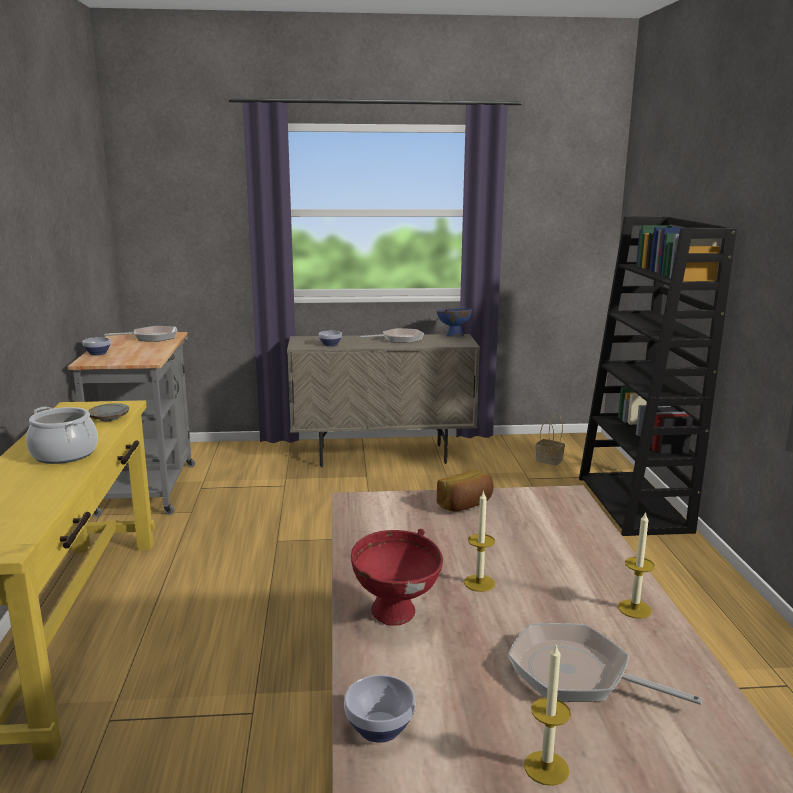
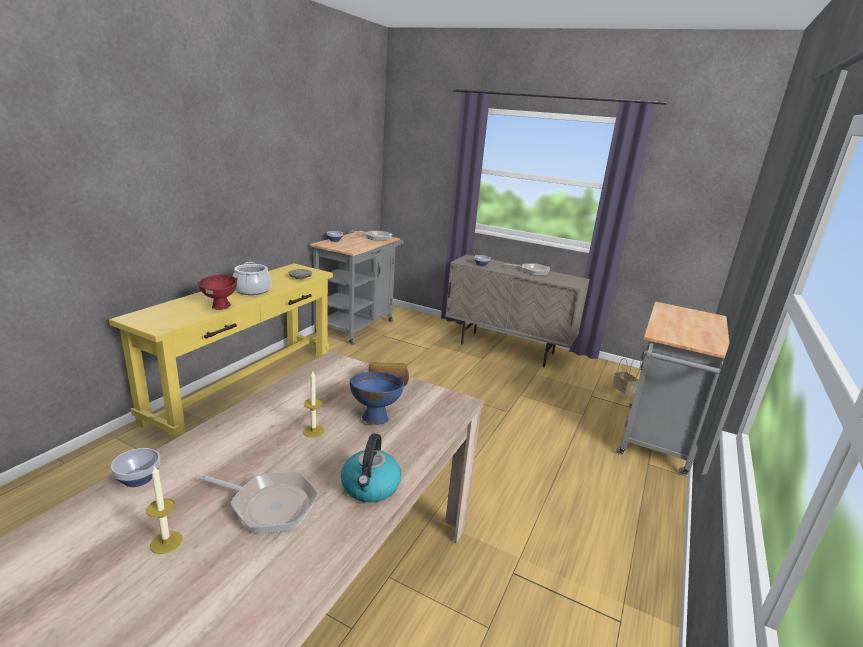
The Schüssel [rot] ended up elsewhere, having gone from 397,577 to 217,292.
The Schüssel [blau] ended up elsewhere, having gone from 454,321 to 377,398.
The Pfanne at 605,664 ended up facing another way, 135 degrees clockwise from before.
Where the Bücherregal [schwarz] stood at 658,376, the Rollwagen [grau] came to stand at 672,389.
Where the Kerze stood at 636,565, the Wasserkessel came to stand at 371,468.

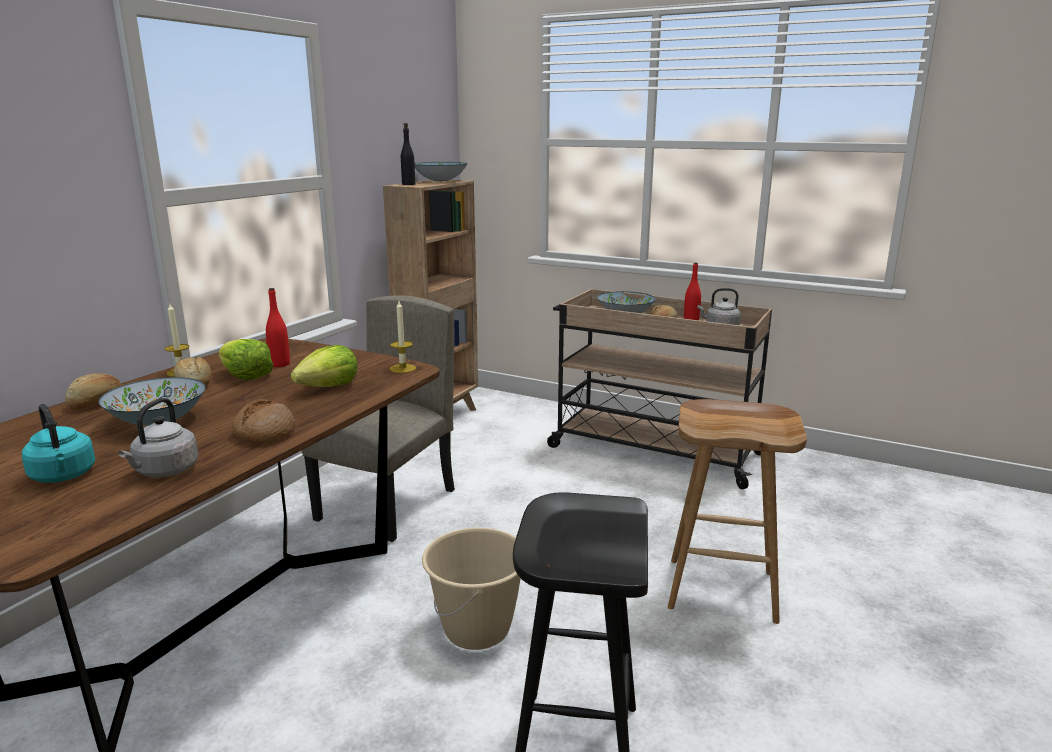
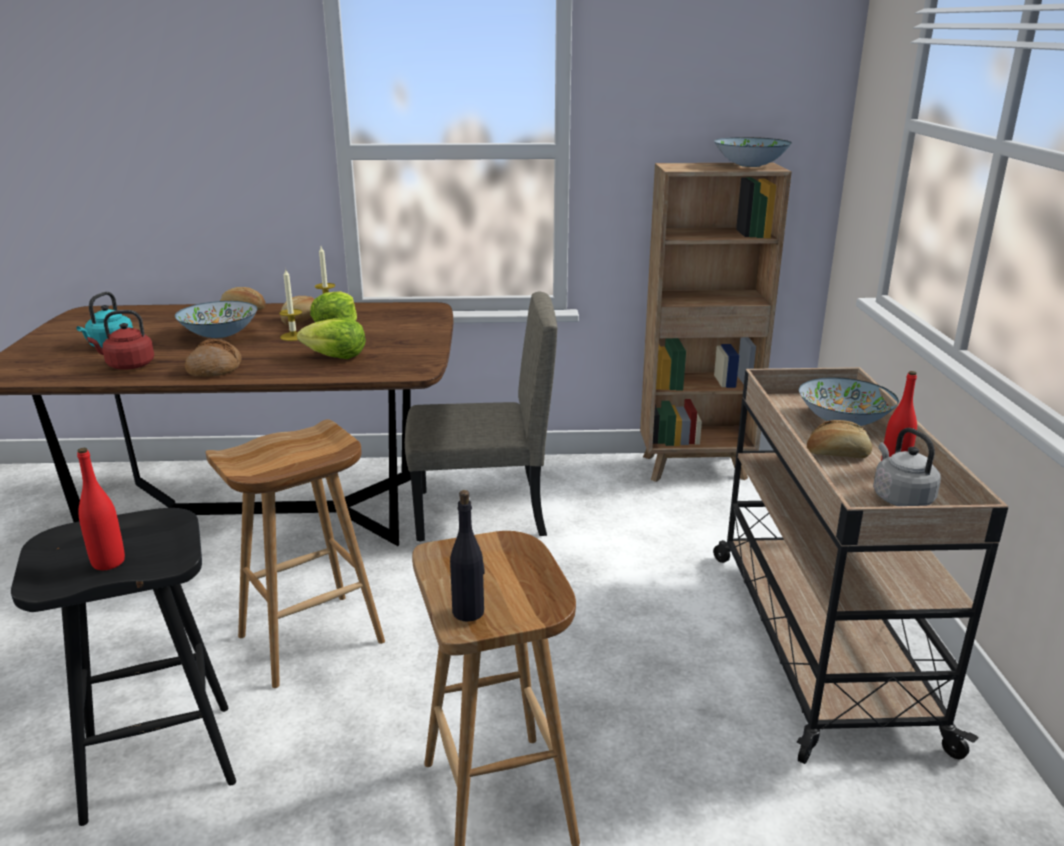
What was the Wasserkessel [grau] at 158,437 turned into the Wasserkessel [rot] at 120,340.
The Flasche [rot] ended up elsewhere, having gone from 278,327 to 101,509.
The Kerze ended up elsewhere, having gone from 403,337 to 290,304.
The Flasche [schwarz] ended up elsewhere, having gone from 408,154 to 467,556.
Where the Eimer [beige] stood at 471,589, the Hocker [braun] came to stand at 295,553.

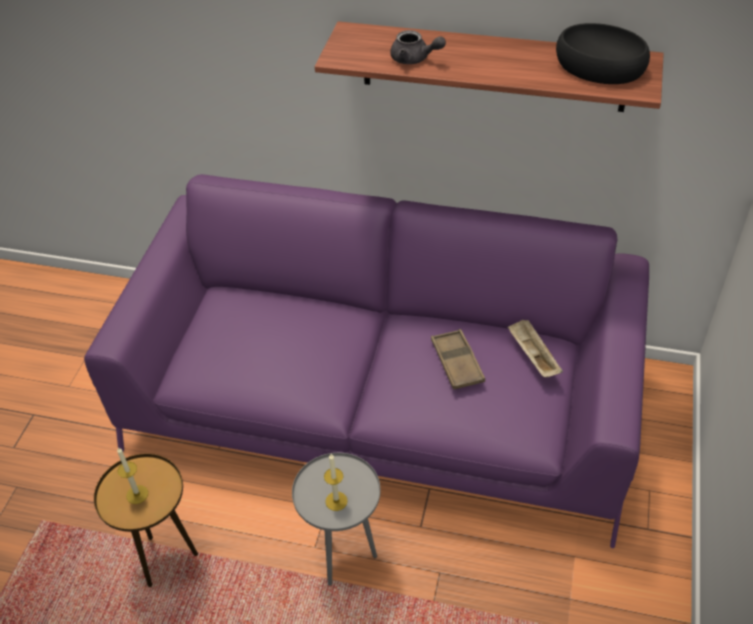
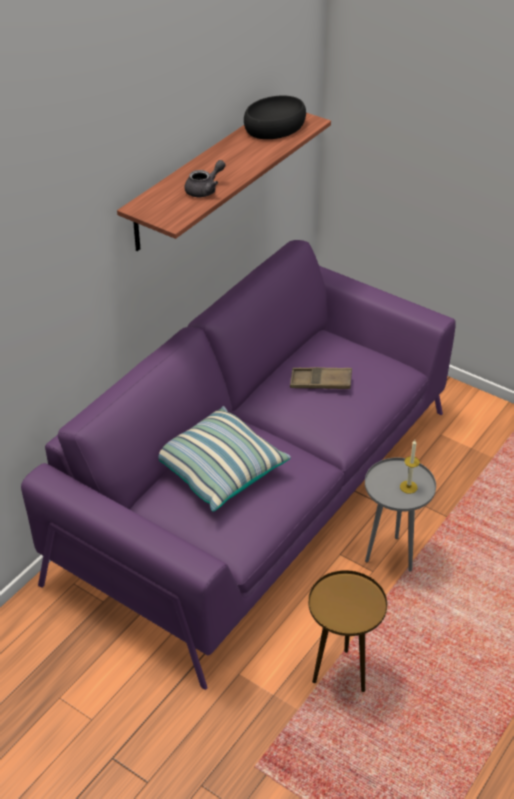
The second view lost the Kerze at 132,476.
The second view lost the Tablett [beige] at 535,348.
The second view gained the Kissen at 224,458.

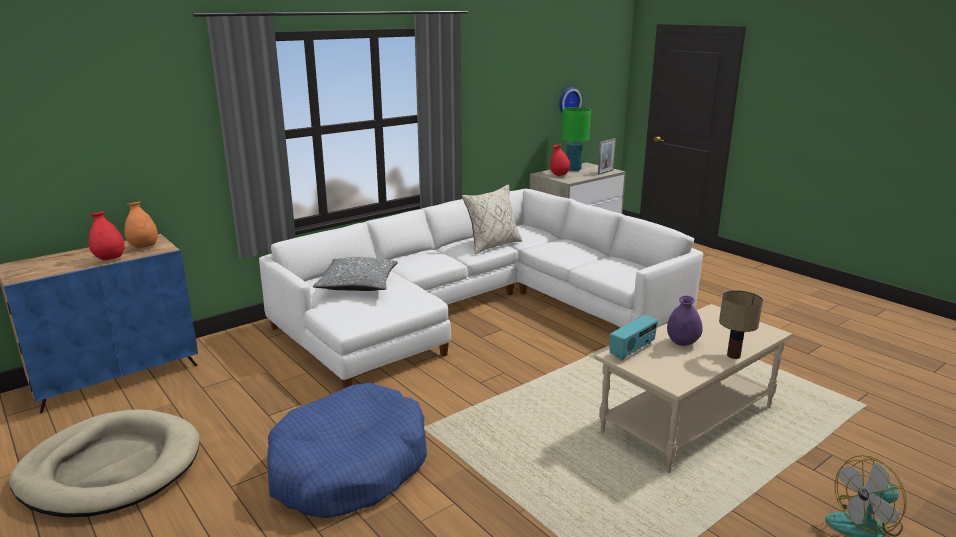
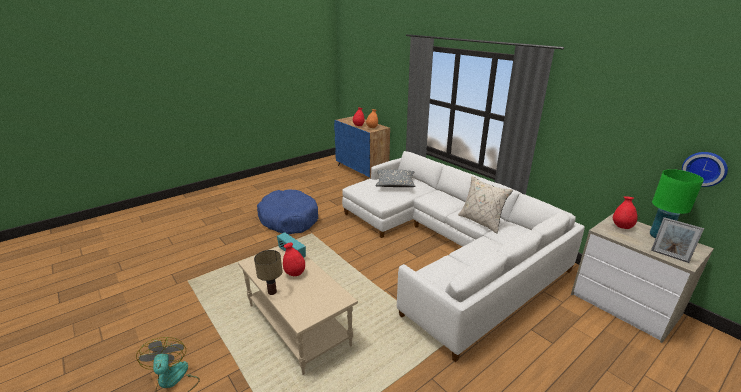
The second view lost the Hundebett [beige] at 104,463.
What was the Vase [lila] at 684,321 turned into the Vase [rot] at 294,259.

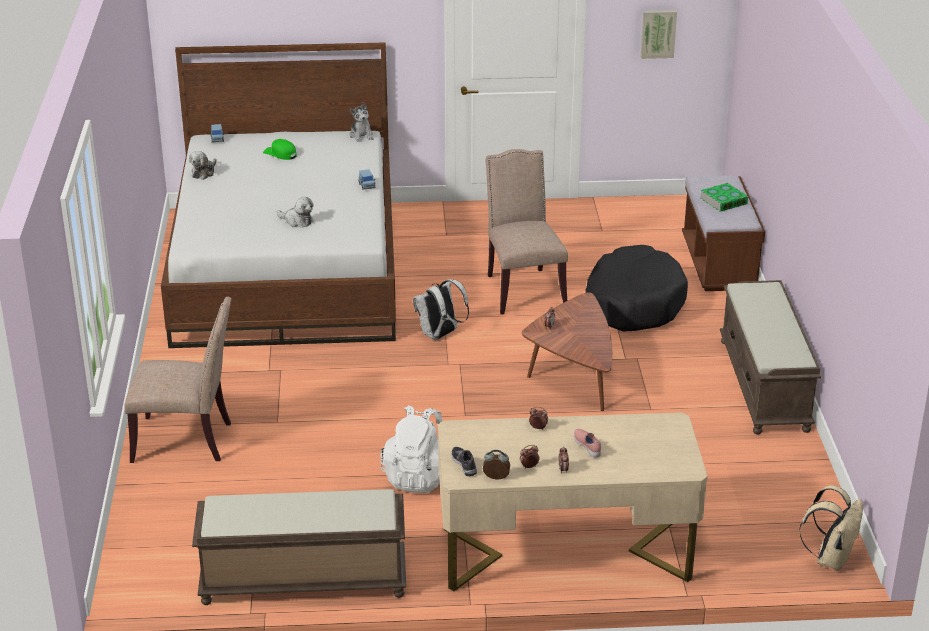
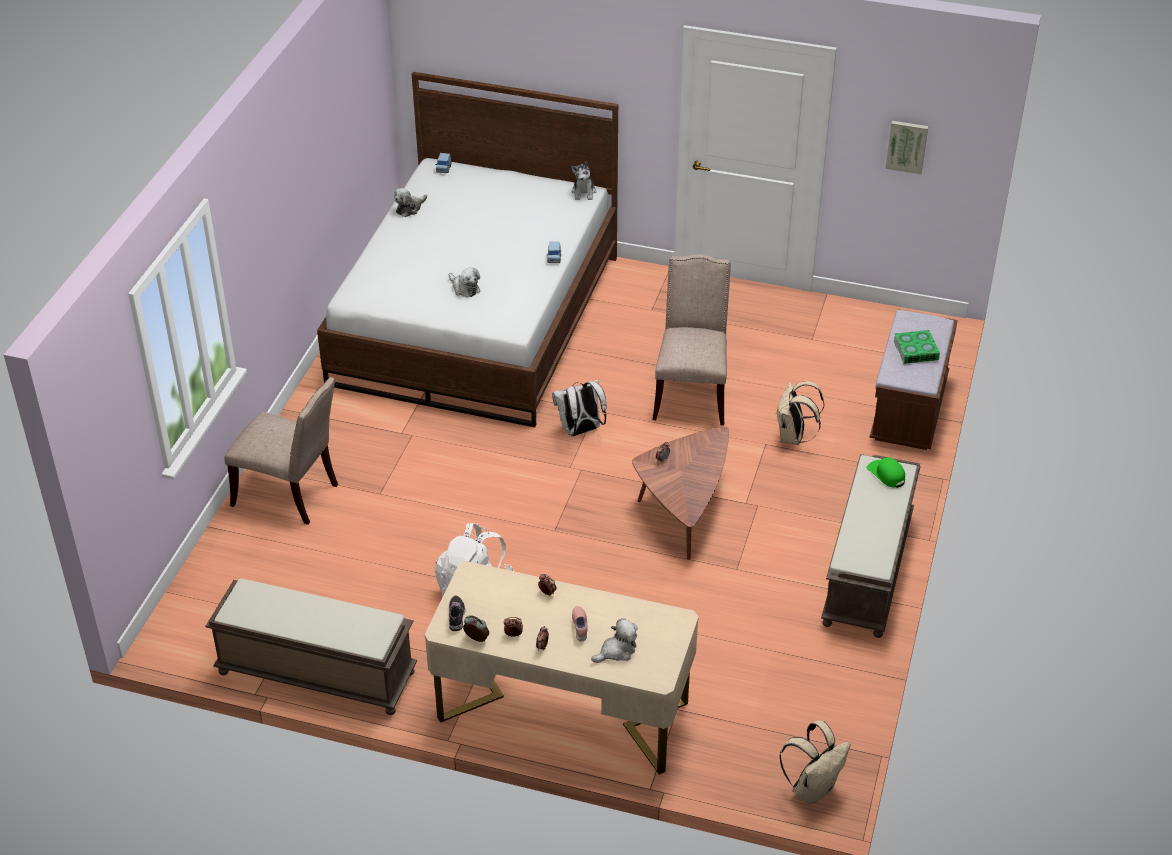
The Kappe [grün] ended up elsewhere, having gone from 280,149 to 885,472.
Where the Hundebett [schwarz] stood at 636,288, the Rucksack [beige] came to stand at 800,413.
The second view gained the Plüschtier at 614,640.

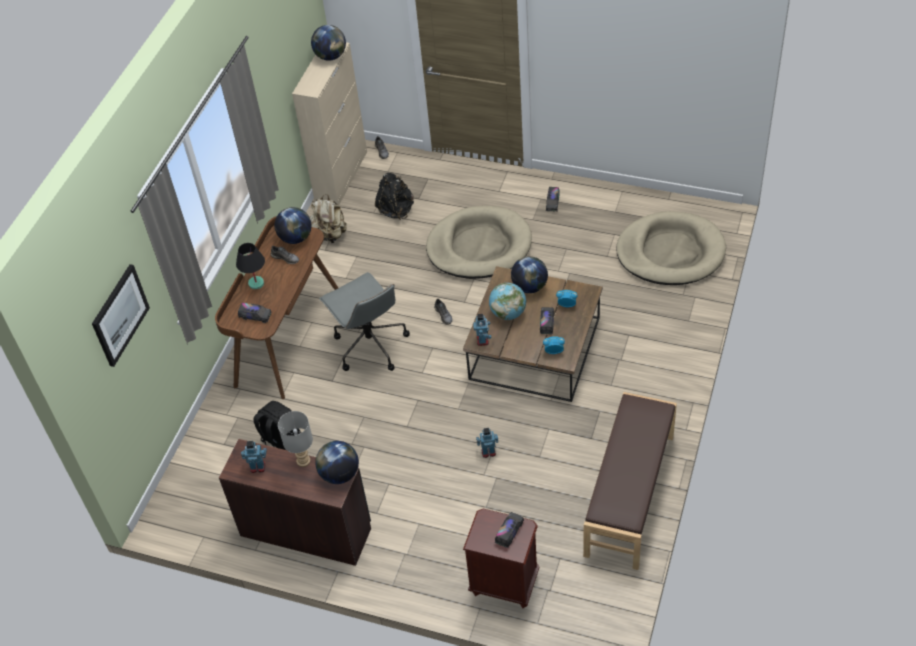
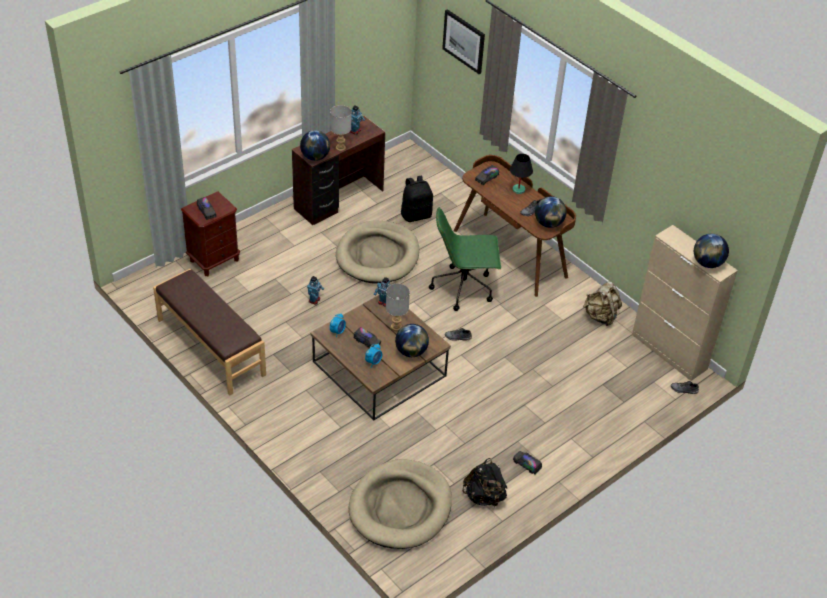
What was the Bürostuhl [grau] at 364,321 turned into the Bürostuhl [grün] at 465,259.
The Rucksack [schwarz] ended up elsewhere, having gone from 394,196 to 485,482.
The Hundebett [beige] ended up elsewhere, having gone from 479,242 to 377,251.
Where the Globus stood at 507,301, the Tischlampe [grau] came to stand at 398,307.

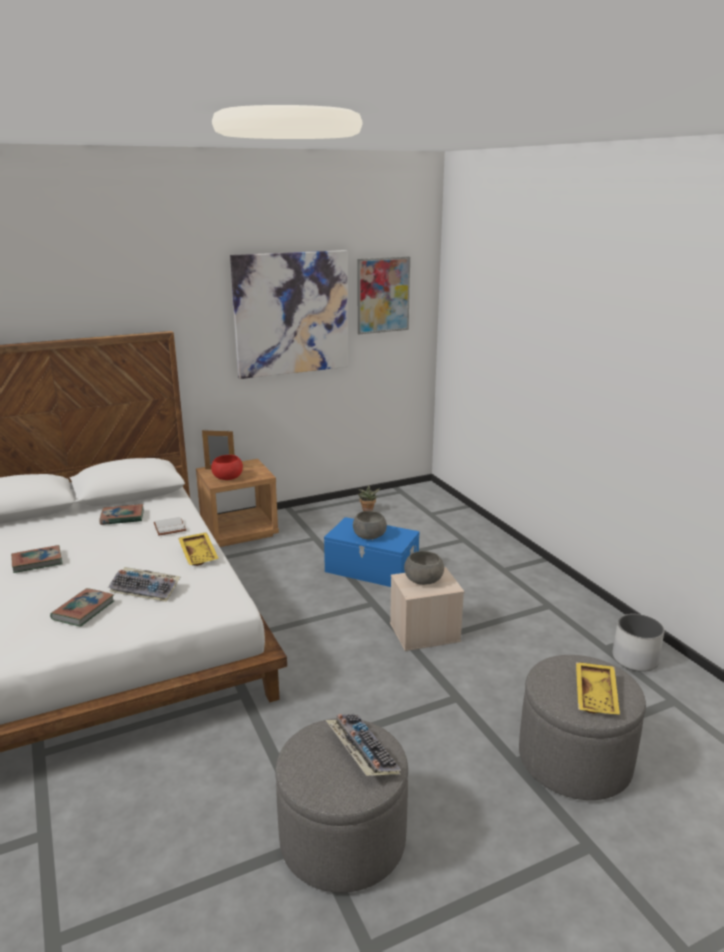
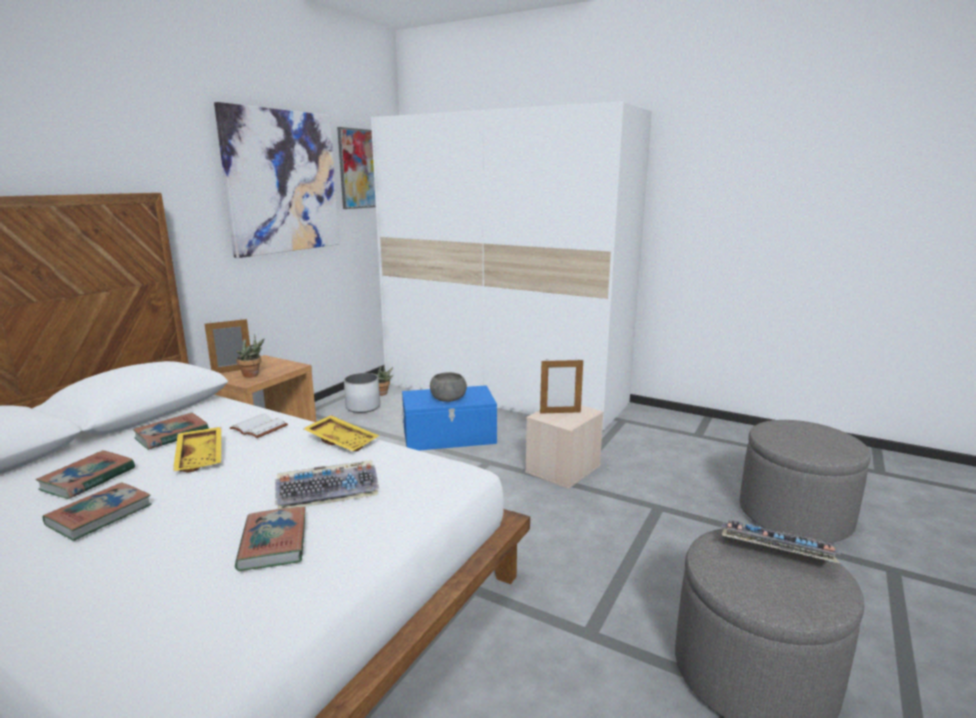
Where the Schüssel [rot] stood at 227,467, the Topfpflanze came to stand at 250,356.
Where the Schüssel [grau] stood at 424,568, the Bilderrahmen came to stand at 561,386.
The Tablett [gelb] ended up elsewhere, having gone from 598,688 to 197,450.
The Pflanzkübel [weiß] ended up elsewhere, having gone from 638,643 to 362,393.
The second view gained the Buch at 85,474.
The second view gained the Kleiderschrank [weiß] at 511,266.

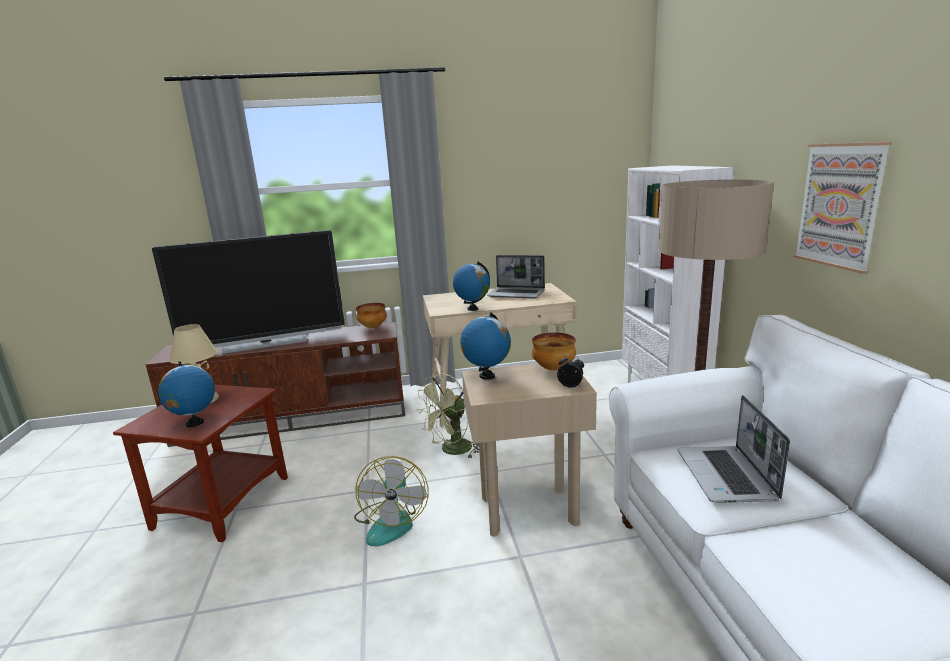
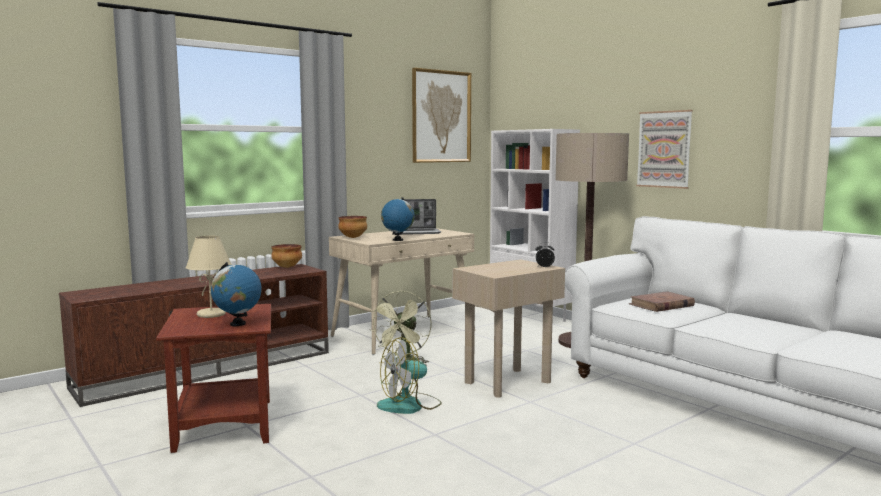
The second view lost the Fernseher at 248,292.
The Ventilator at 391,501 ended up facing another way, 90 degrees clockwise from before.
The second view lost the Globus at 485,346.
The Schüssel ended up elsewhere, having gone from 554,351 to 352,227.
Where the Laptop stood at 733,449, the Buch [braun] came to stand at 662,301.
The second view gained the Bild at 441,115.

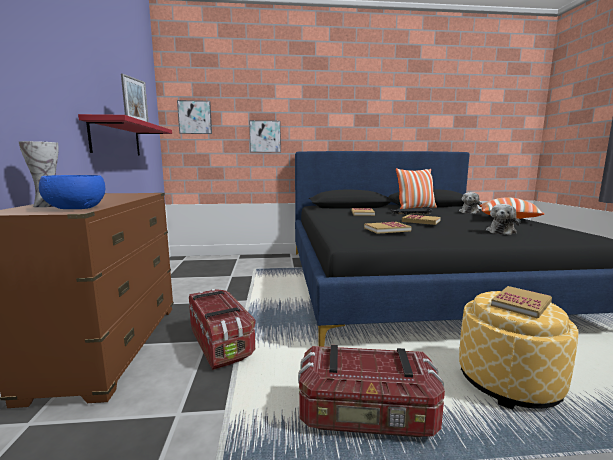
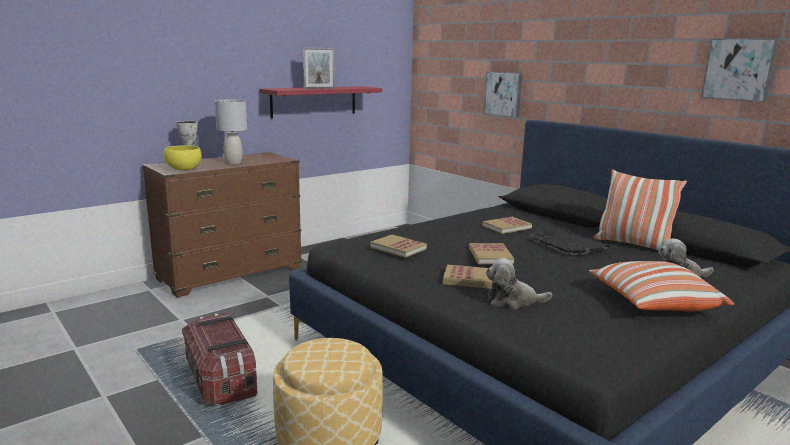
What was the Schüssel [blau] at 72,192 turned into the Schüssel [gelb] at 182,157.
The Bild ended up elsewhere, having gone from 194,117 to 740,70.
The second view lost the Aufbewahrungsbox at 222,329.
The Buch ended up elsewhere, having gone from 521,302 to 468,277.
The second view gained the Tischlampe [grau] at 230,132.

